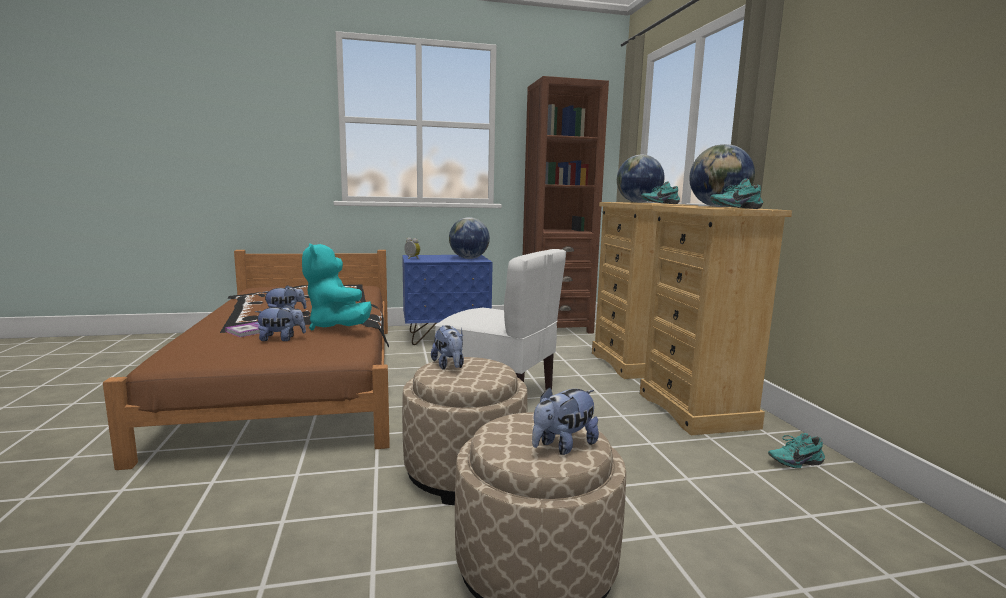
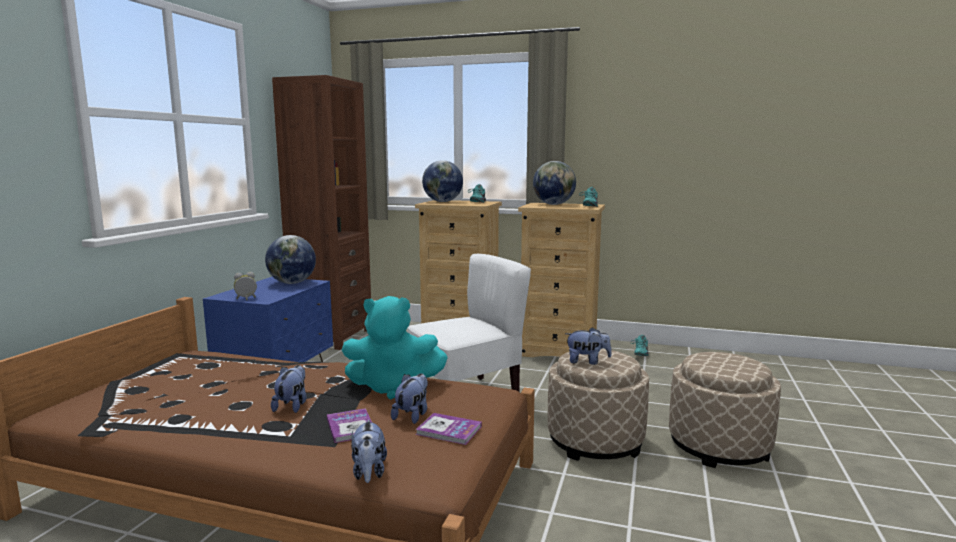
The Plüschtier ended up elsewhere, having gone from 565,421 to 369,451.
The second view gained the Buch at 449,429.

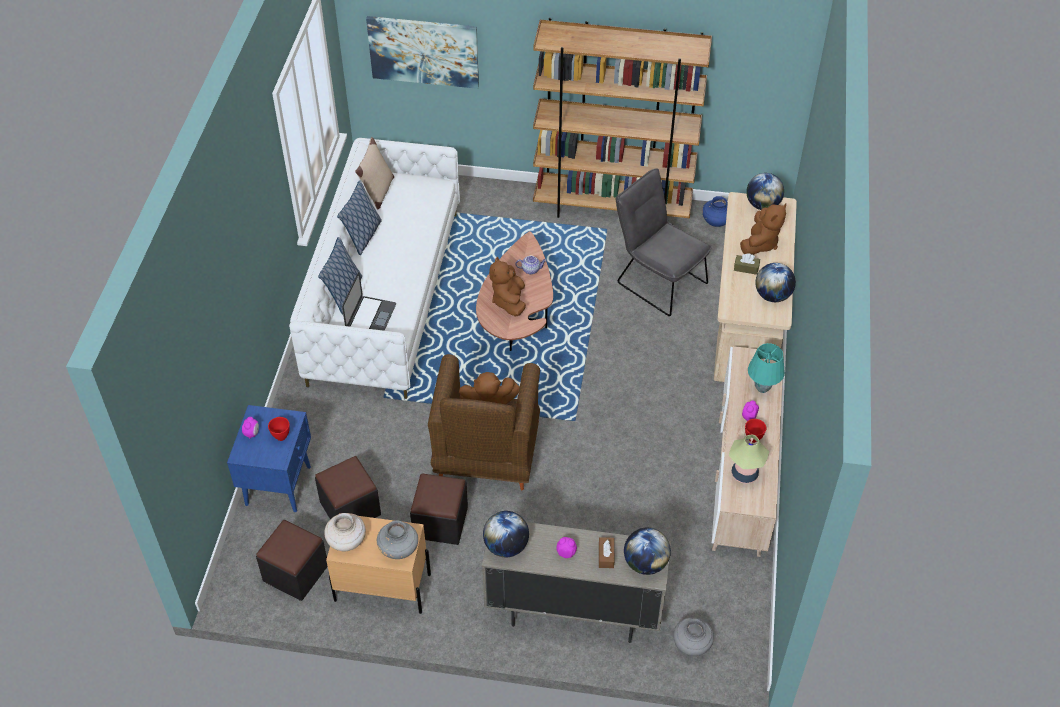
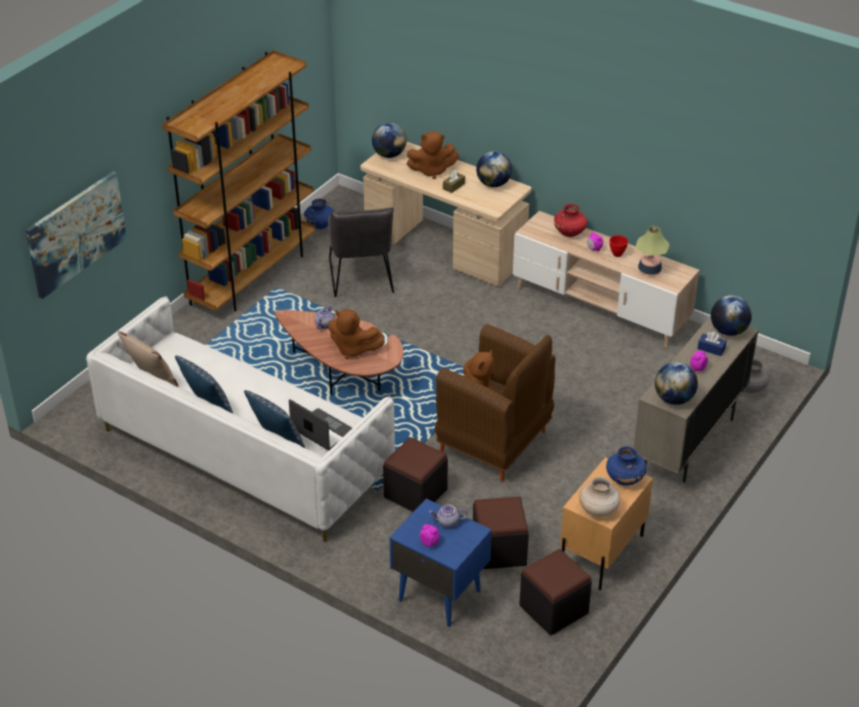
Where the Schüssel [rot] stood at 279,429, the Teekanne came to stand at 448,516.
What was the Vase [grau] at 397,539 turned into the Vase [blau] at 626,466.
The Polsterhocker [schwarz] ended up elsewhere, having gone from 439,509 to 415,474.
What was the Taschentuchbox [braun] at 606,552 turned into the Taschentuchbox [blau] at 712,344.
The Stuhl [grau] at 664,242 ended up facing another way, 75 degrees counterclockwise from before.
The Plüschtier [braun] at 763,229 ended up facing another way, 120 degrees clockwise from before.
Where the Tischlampe [türkis] stood at 766,368, the Vase [rot] came to stand at 570,220.

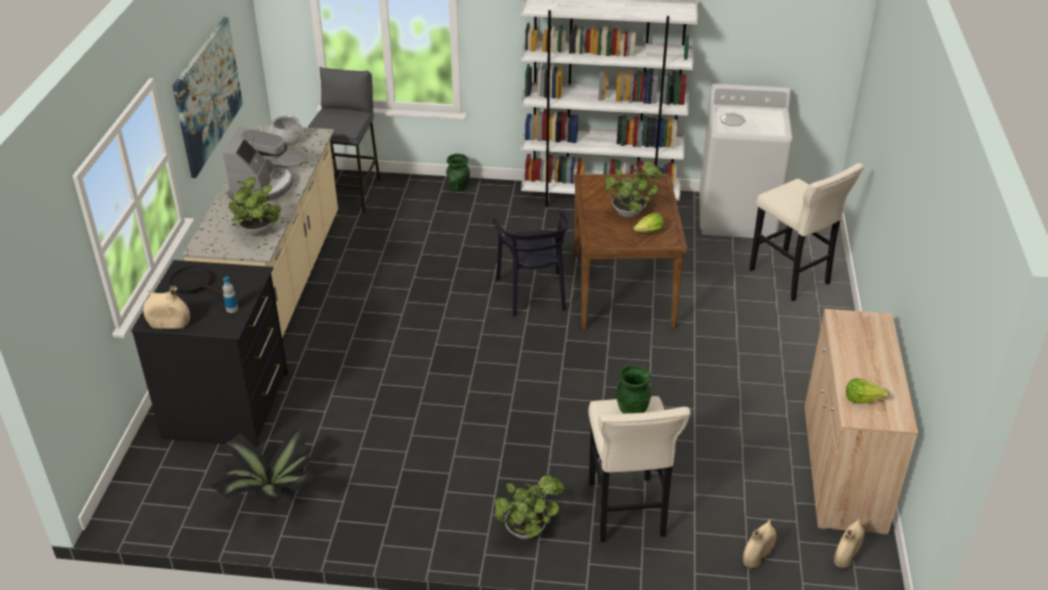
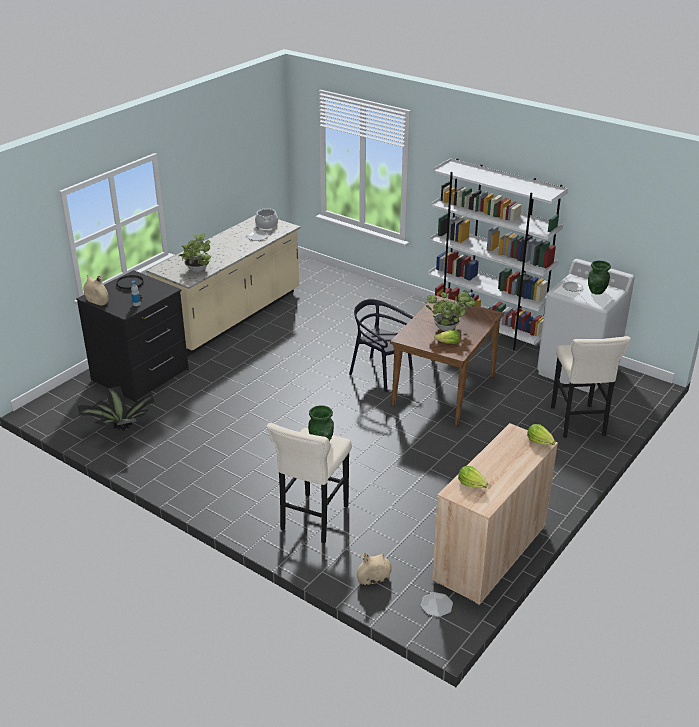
The second view lost the Bild at 207,97.
The second view lost the Kaffeemaschine at 258,164.
The second view lost the Hocker [grau] at 343,140.
The Vase [grün] ended up elsewhere, having gone from 458,172 to 599,278.
The Stuhl [schwarz] at 531,264 ended up facing another way, 105 degrees clockwise from before.
The second view lost the Topfpflanze at 529,507.
Where the Vase [beige] stood at 849,543, the Teller came to stand at 437,604.
The second view gained the Salatkopf at 541,434.

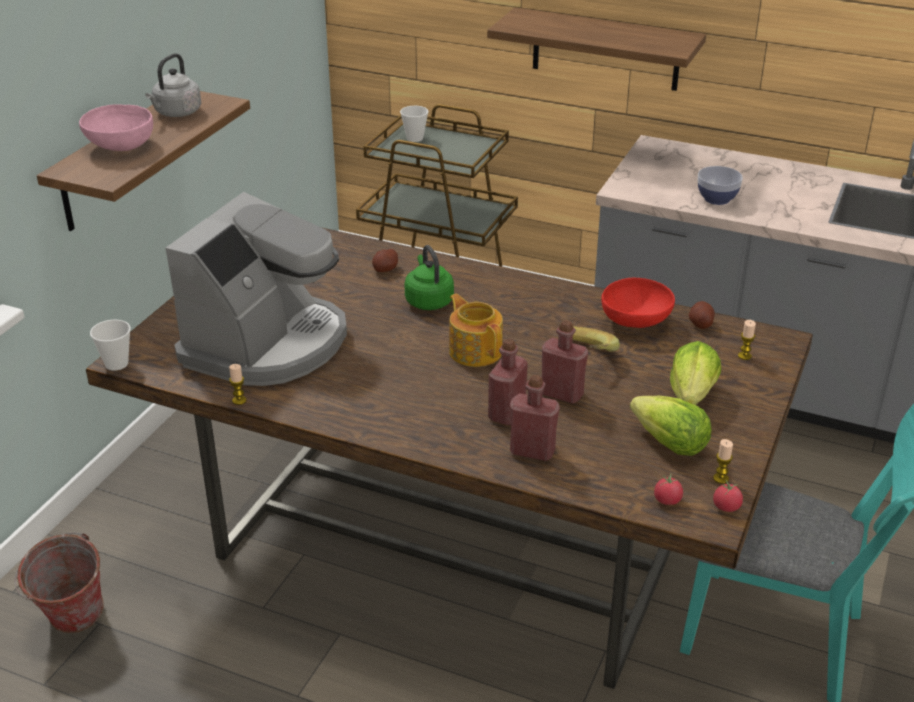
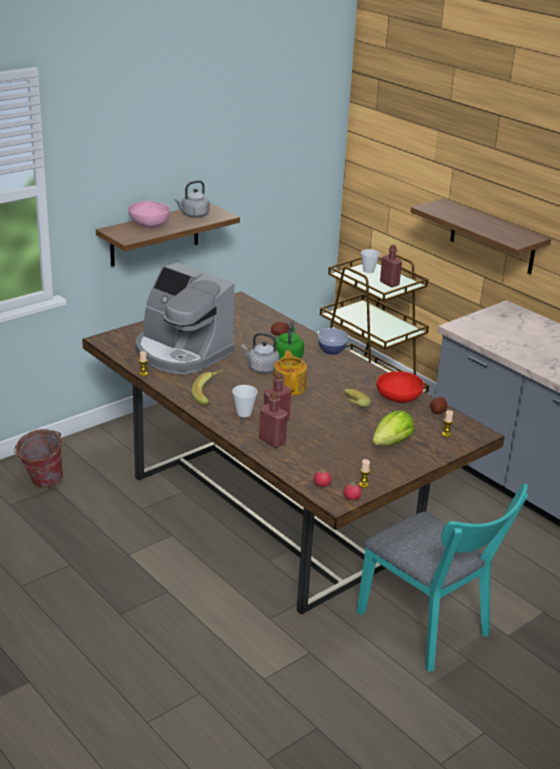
The Tasse ended up elsewhere, having gone from 110,345 to 244,401.
The Kaffeemaschine at 256,289 ended up facing another way, 75 degrees clockwise from before.
The Flasche [rot] ended up elsewhere, having gone from 565,362 to 391,266.
The second view lost the Salatkopf at 670,426.
The Schüssel ended up elsewhere, having gone from 720,185 to 333,341.
The second view gained the Banane at 209,387.
The second view gained the Wasserkessel [grau] at 261,353.

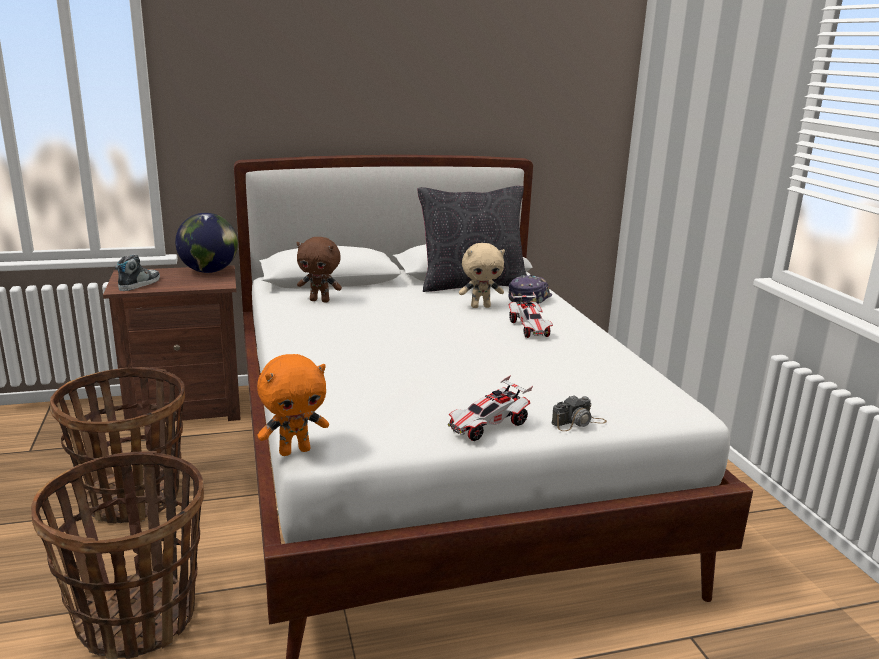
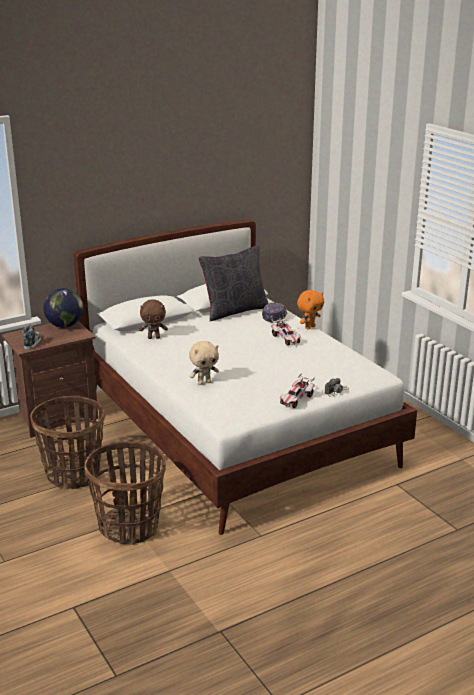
The Plüschtier [orange] ended up elsewhere, having gone from 293,405 to 310,309.
The Plüschtier [beige] ended up elsewhere, having gone from 482,275 to 204,363.

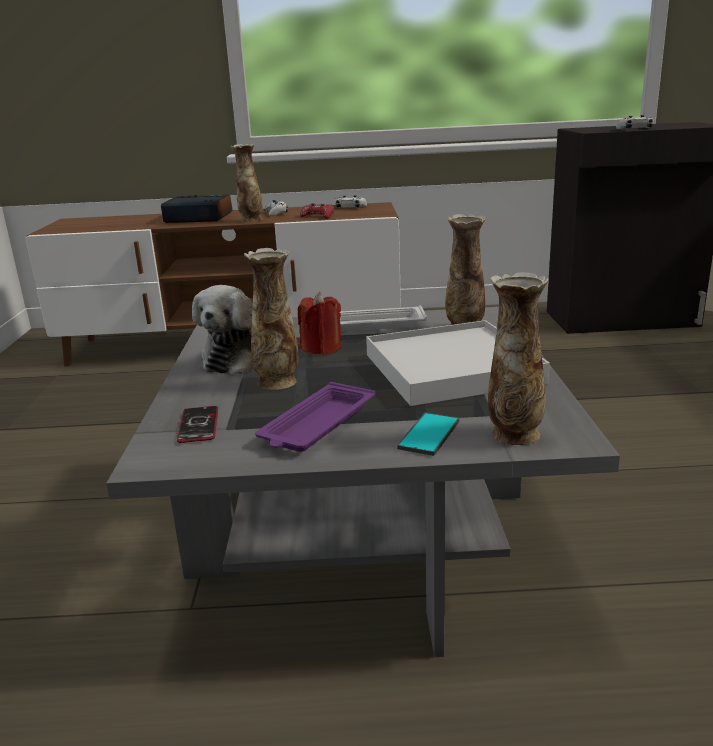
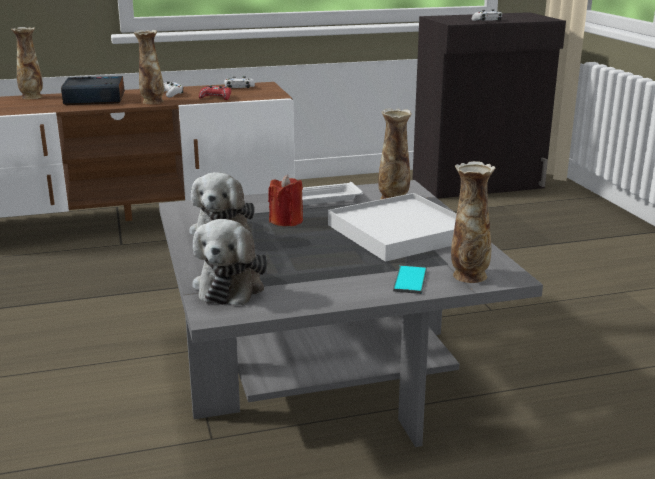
Where the Handy stood at 197,424, the Plüschtier came to stand at 230,262.
The Vase ended up elsewhere, having gone from 271,319 to 27,63.
The second view lost the Tablett [lila] at 315,417.

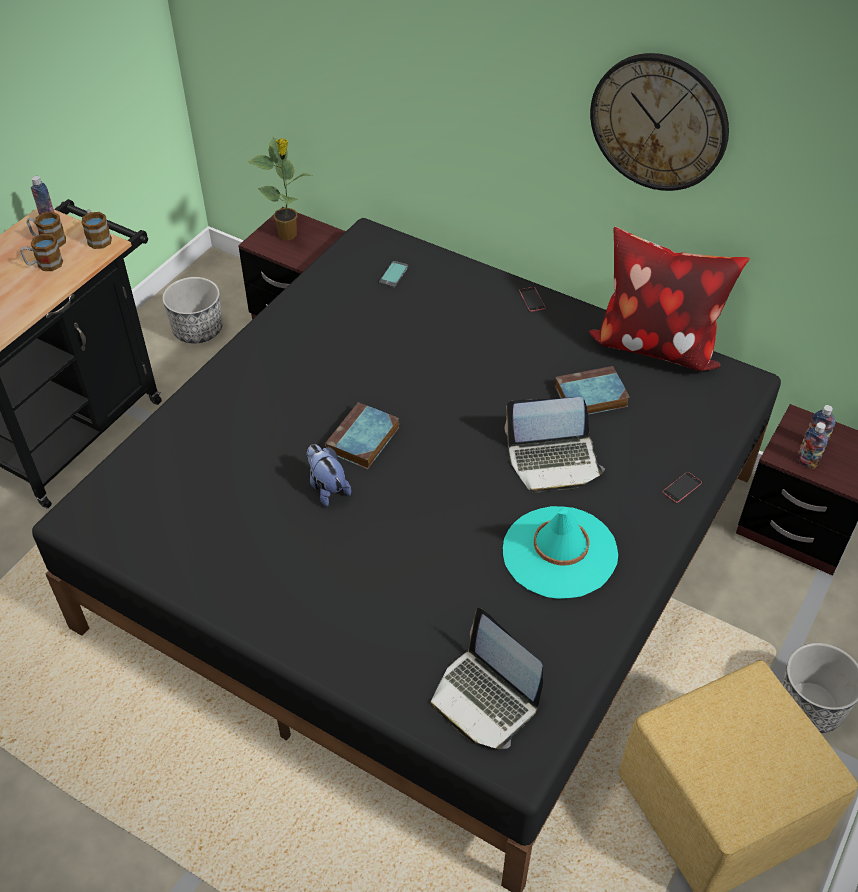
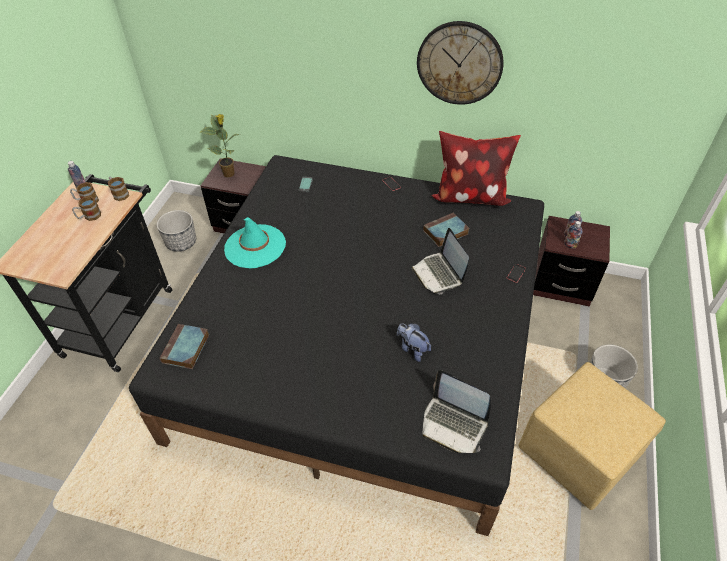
The Plüschtier ended up elsewhere, having gone from 328,475 to 414,342.
The Buch ended up elsewhere, having gone from 362,435 to 184,346.
The Hut [türkis] ended up elsewhere, having gone from 560,552 to 255,242.
The Laptop at 555,445 ended up facing another way, 90 degrees clockwise from before.

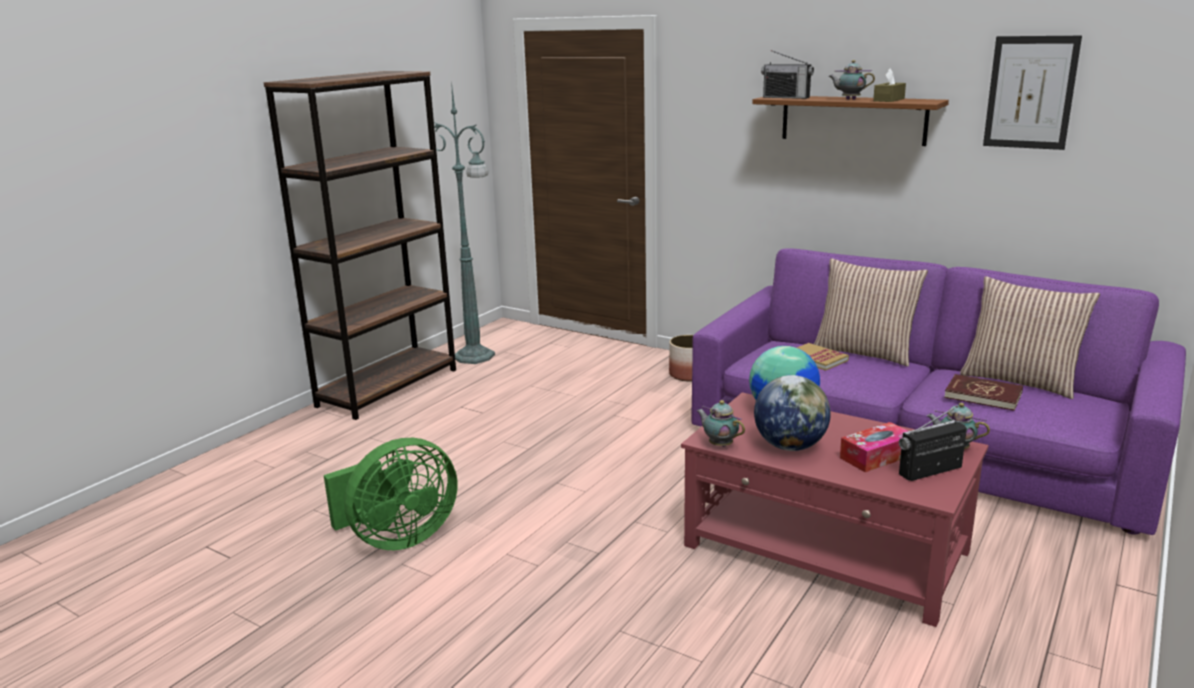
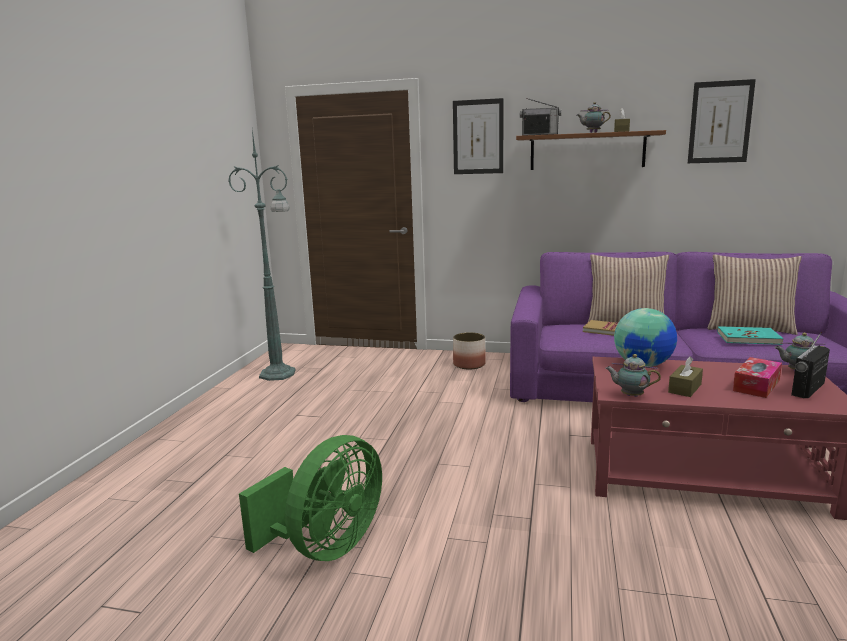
The second view lost the Bücherregal [braun] at 359,245.
Where the Globus stood at 792,413, the Taschentuchbox [braun] came to stand at 685,377.
What was the Buch [rot] at 983,392 turned into the Buch [türkis] at 750,335.
The second view gained the Bild at 478,136.

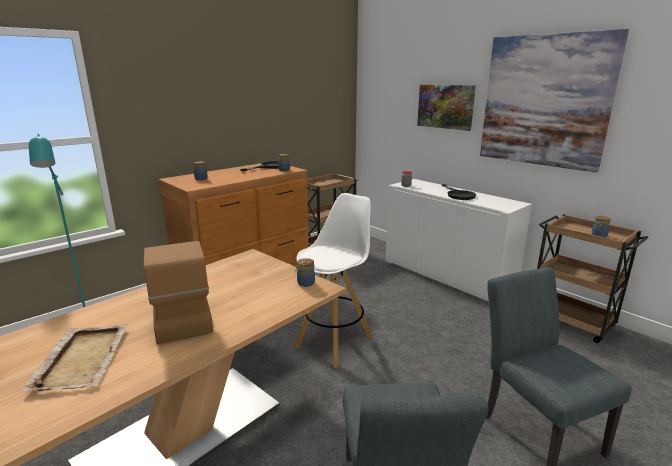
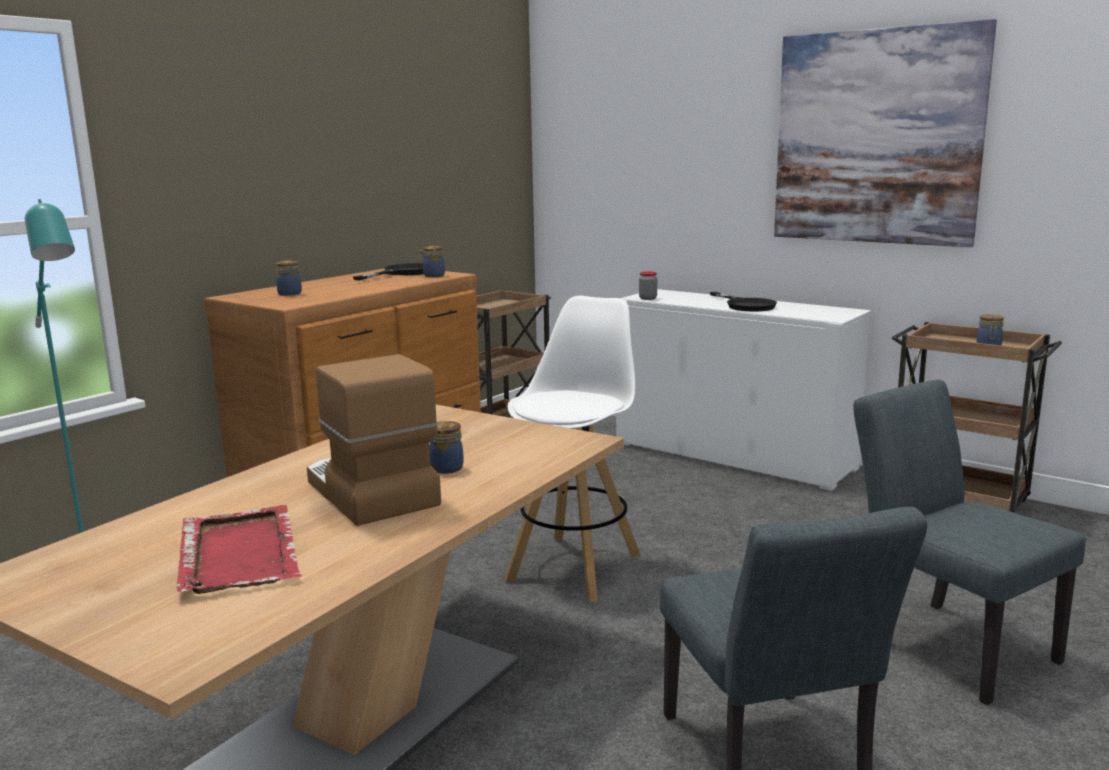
What was the Tablett [beige] at 75,357 turned into the Tablett [rot] at 239,549.
The Vorratsglas ended up elsewhere, having gone from 305,272 to 446,447.
The second view lost the Bild at 446,107.

